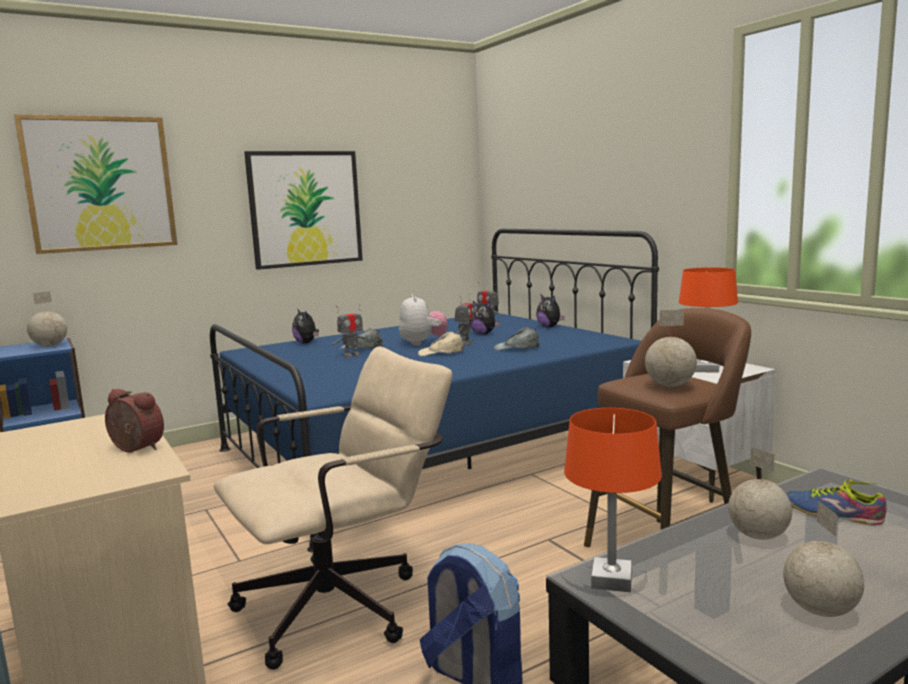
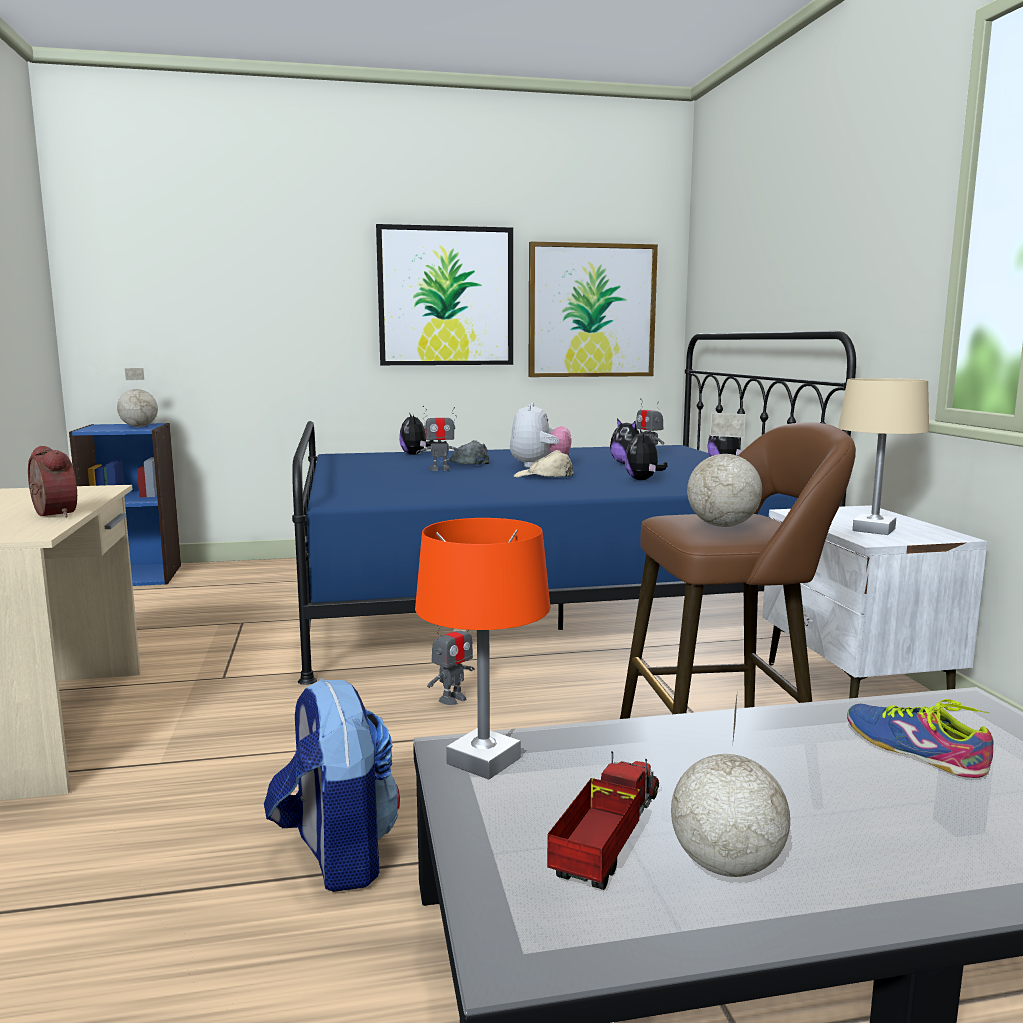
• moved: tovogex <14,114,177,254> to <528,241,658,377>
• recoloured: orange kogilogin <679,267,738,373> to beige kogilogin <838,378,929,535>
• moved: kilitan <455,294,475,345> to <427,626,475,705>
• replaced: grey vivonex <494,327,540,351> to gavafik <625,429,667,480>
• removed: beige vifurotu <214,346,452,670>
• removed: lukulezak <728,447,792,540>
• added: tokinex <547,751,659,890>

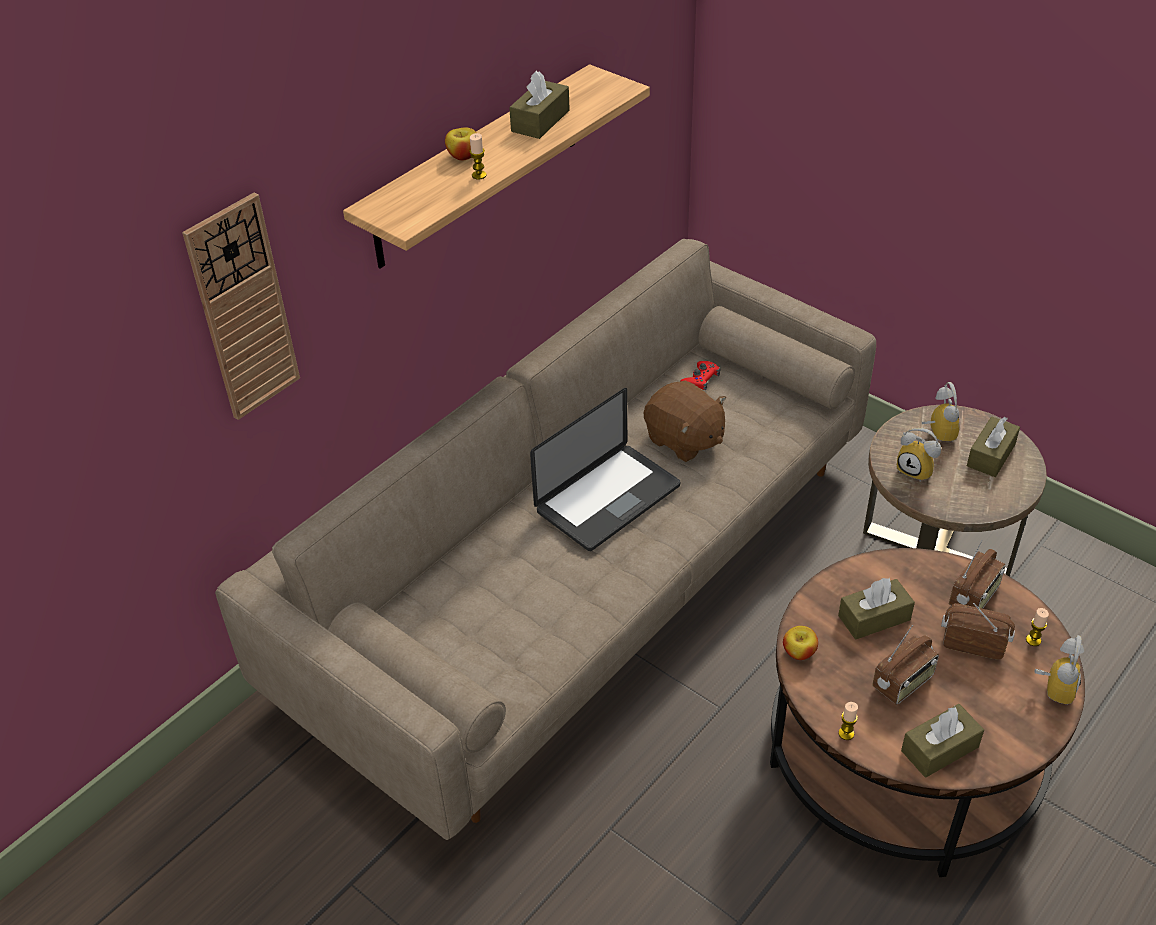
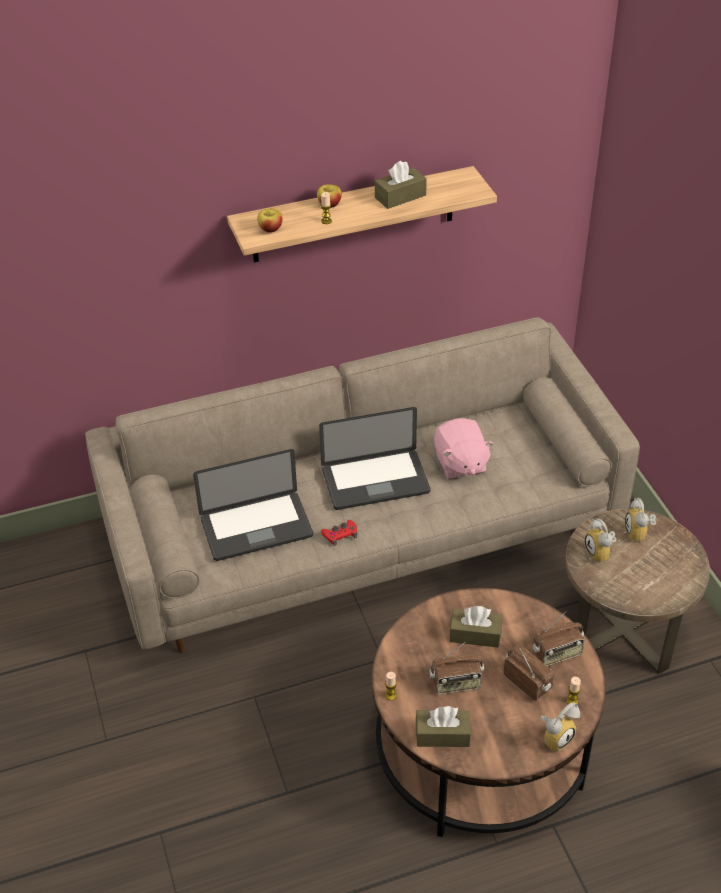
• removed: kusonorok <182,193,300,420>
• moved: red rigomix <681,361,720,391> to <321,520,357,546>
• recoloured: brown gavafik <644,380,726,462> to pink gavafik <434,418,494,480>
• turned: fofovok <922,382,959,442> = <625,498,656,543> 150 degrees clockwise
• removed: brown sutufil <967,417,1020,477>
• moved: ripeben <783,626,818,660> to <257,209,283,233>
• added: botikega <193,449,313,561>

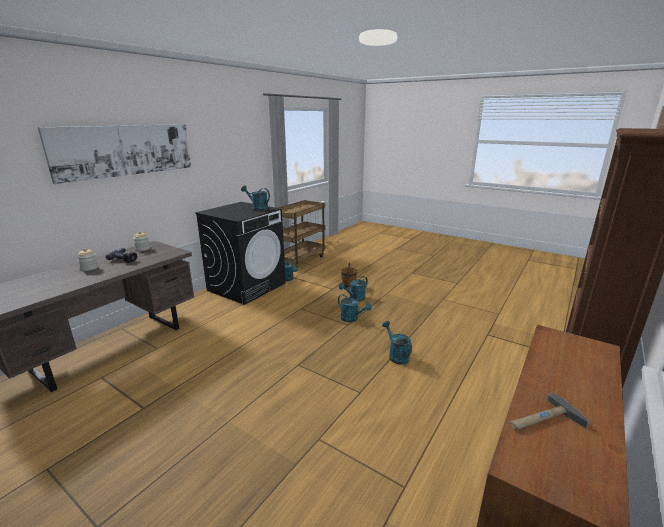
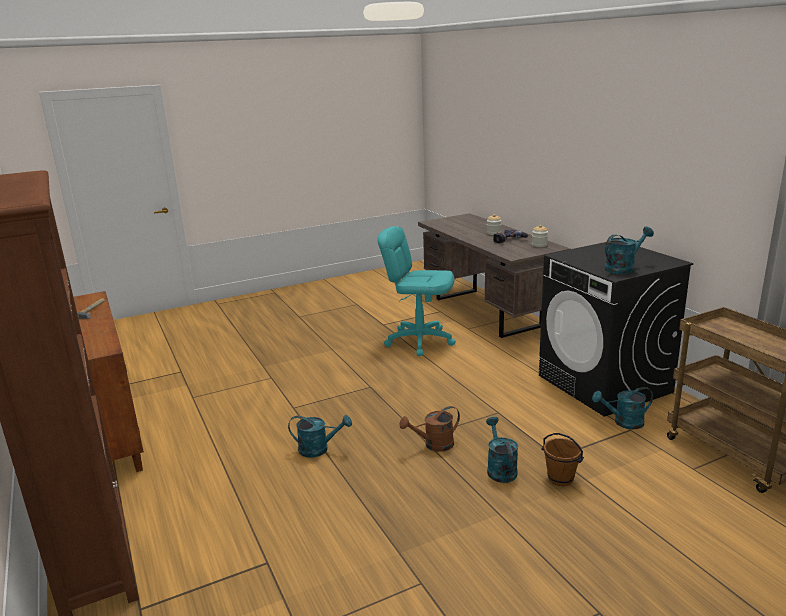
• removed: tovogex <38,124,191,184>
• recoloured: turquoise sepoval <338,294,371,322> to brown sepoval <399,406,460,452>
• added: turquoise vifurotu <377,226,456,356>

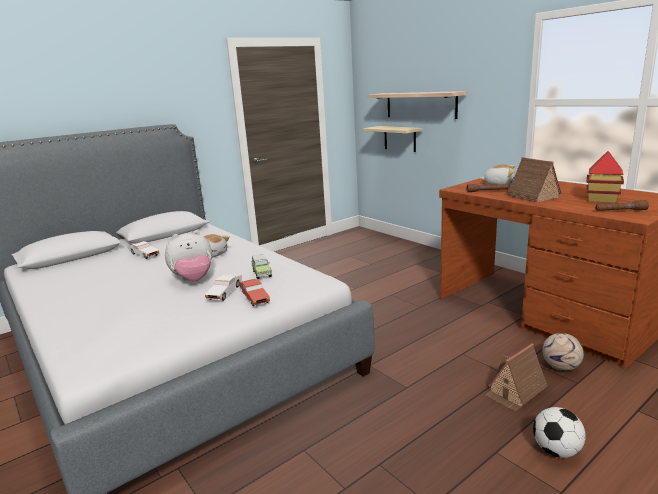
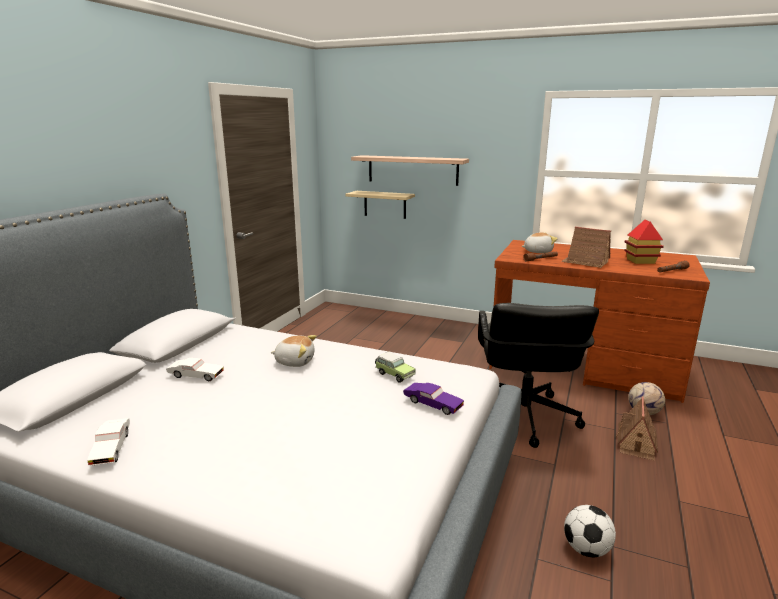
• removed: gavafik <165,231,212,281>
• moved: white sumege <205,274,242,301> to <87,418,130,466>
• recoloured: red sumege <239,279,270,306> to purple sumege <403,383,464,415>
• moved: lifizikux <533,407,586,458> to <564,505,616,557>
• added: black vifurotu <478,303,599,448>

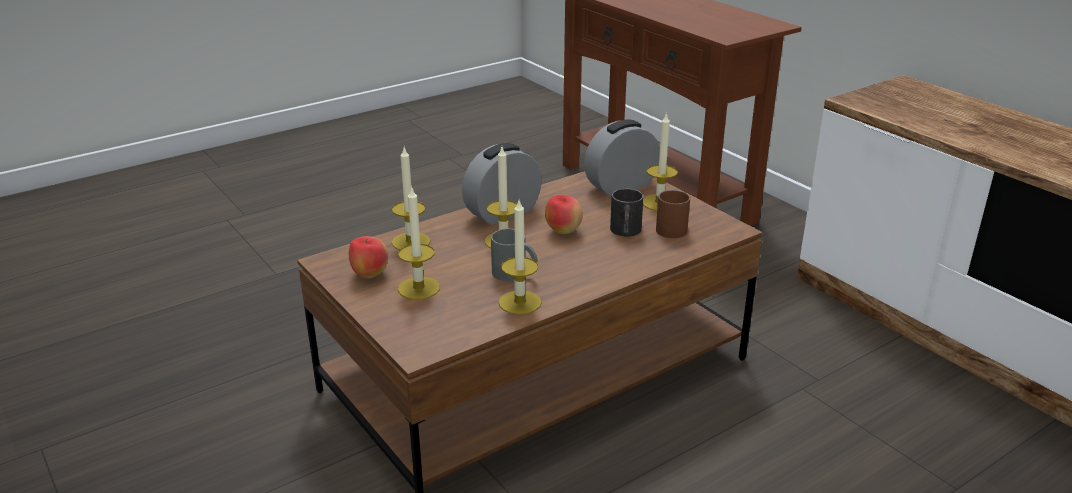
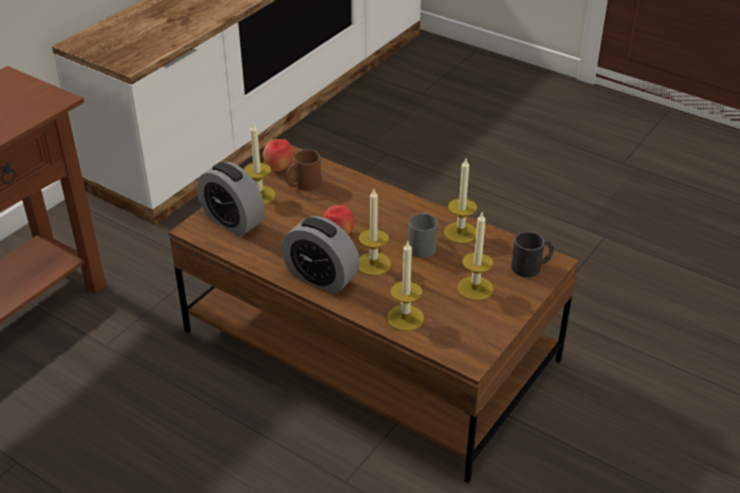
• moved: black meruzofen <610,189,644,237> to <511,232,554,277>
• moved: ripeben <349,236,388,278> to <263,139,293,171>

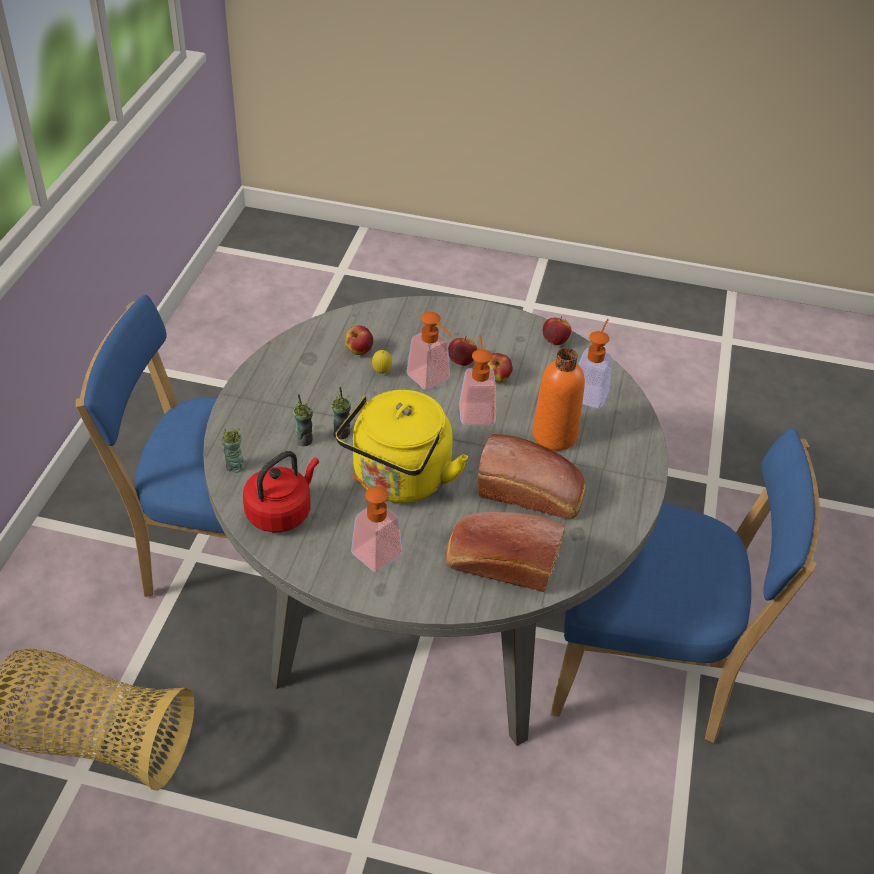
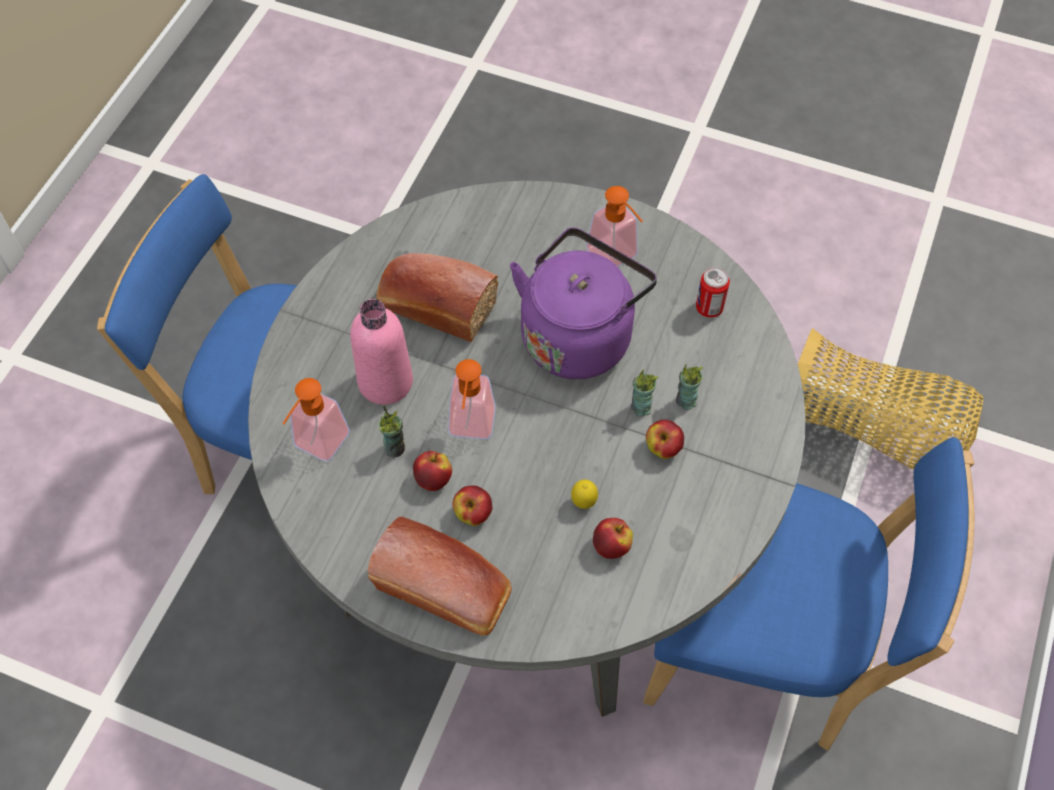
• removed: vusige <406,312,452,390>
• moved: ripeben <543,316,571,345> to <646,420,684,459>
• recoloured: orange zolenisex <532,348,585,451> to pink zolenisex <350,299,413,405>
• recoloured: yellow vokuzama <335,390,468,503> to purple vokuzama <510,228,657,379>
• moved: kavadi <221,428,245,473> to <379,405,405,457>
• replaced: red vokuzama <243,451,319,532> to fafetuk <696,267,730,318>
• moved: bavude <446,512,566,592> to <367,516,512,636>

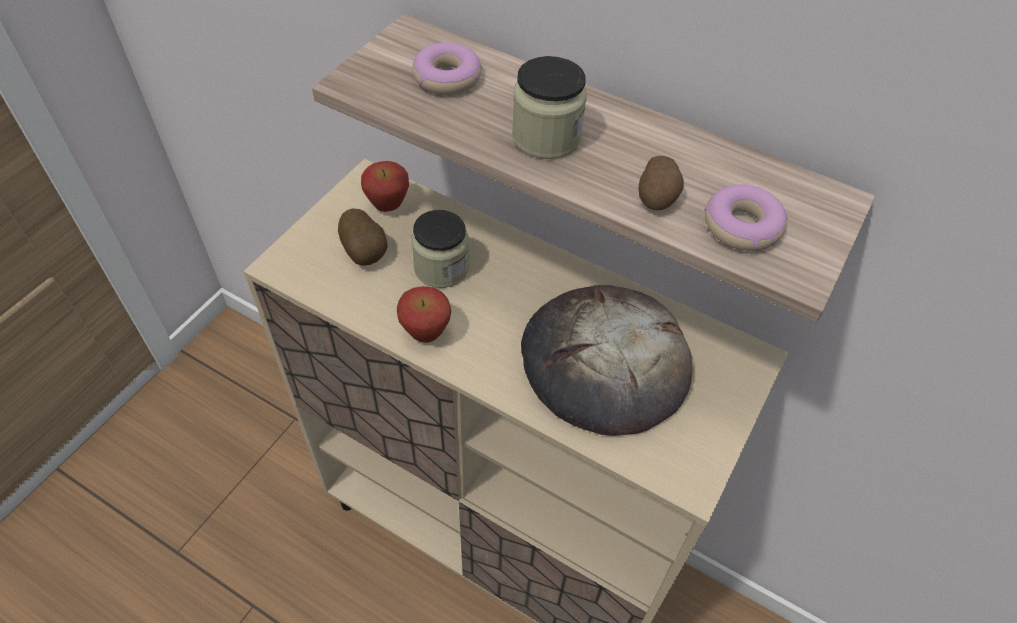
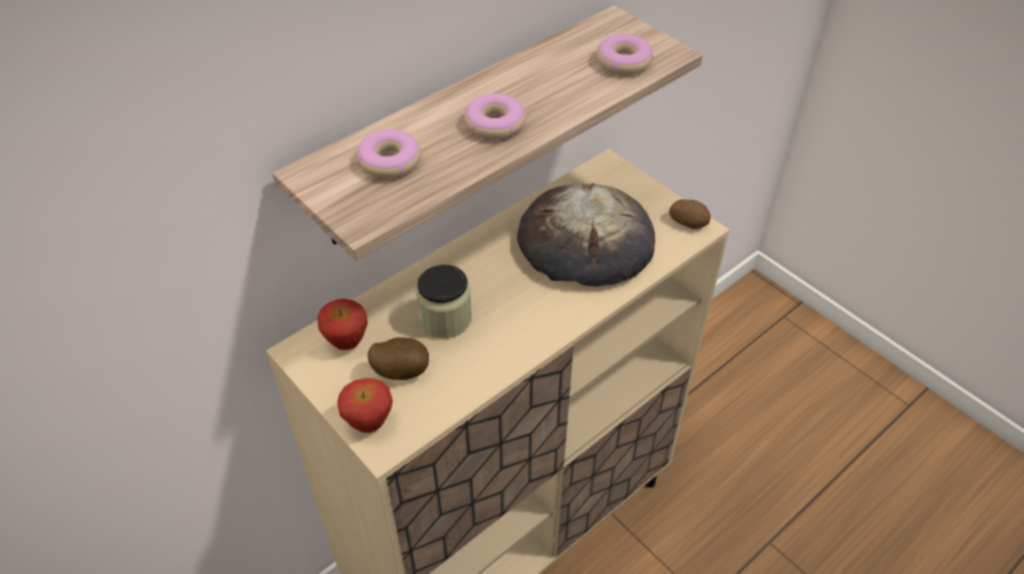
• replaced: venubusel <512,56,587,159> to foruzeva <464,93,525,139>
• moved: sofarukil <639,156,684,210> to <669,199,711,229>
• moved: ripeben <397,286,451,343> to <337,378,393,433>

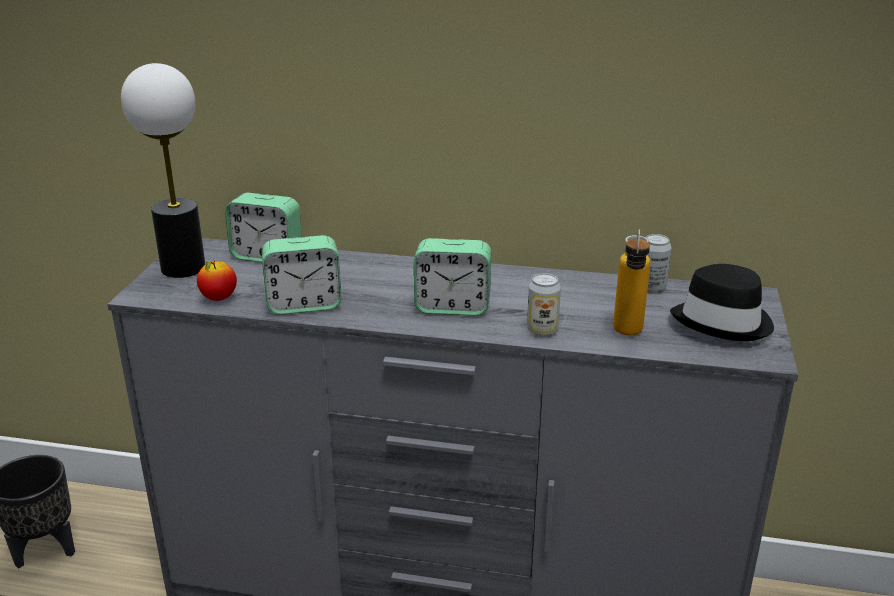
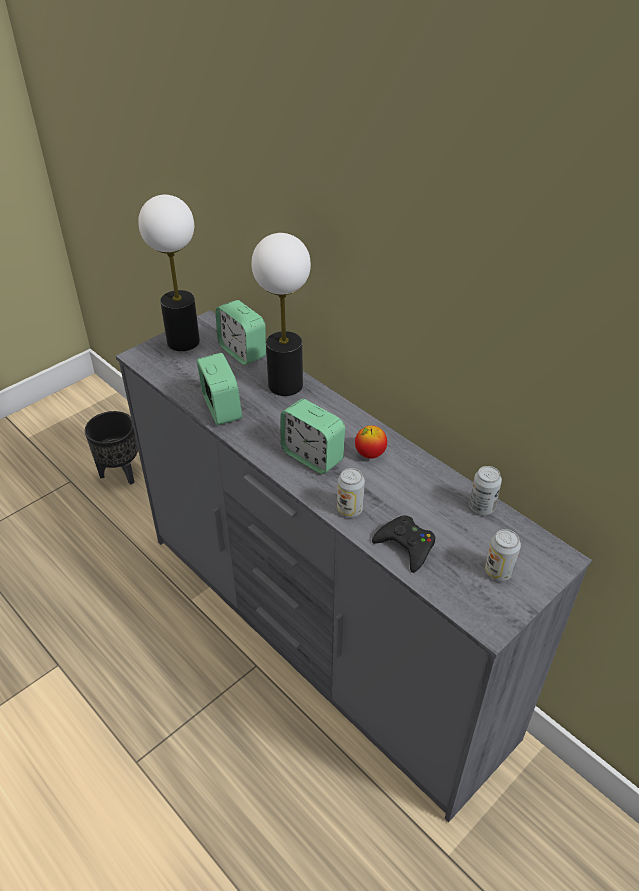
• replaced: zolenisex <613,229,651,335> to black rigomix <372,515,435,573>
• turned: fofovok <262,235,342,315> = <197,353,242,425> 135 degrees counterclockwise
• moved: ripeben <197,261,237,301> to <355,426,387,459>
• replaced: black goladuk <670,264,774,341> to fafetuk <485,529,521,581>
• added: kogilogin <252,233,311,396>

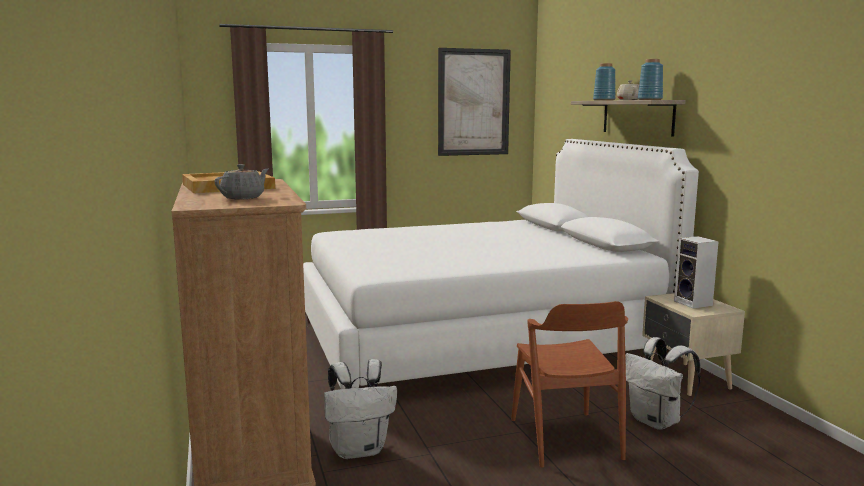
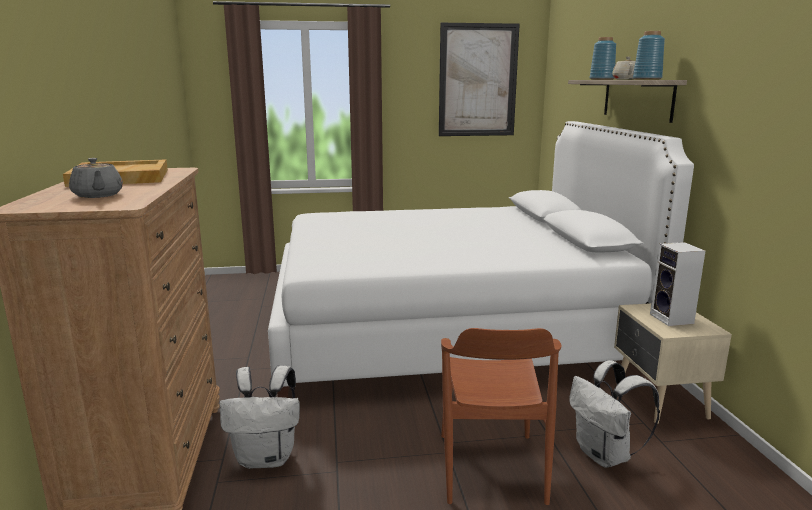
• turned: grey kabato <214,164,268,200> = <69,158,123,198> 105 degrees clockwise

